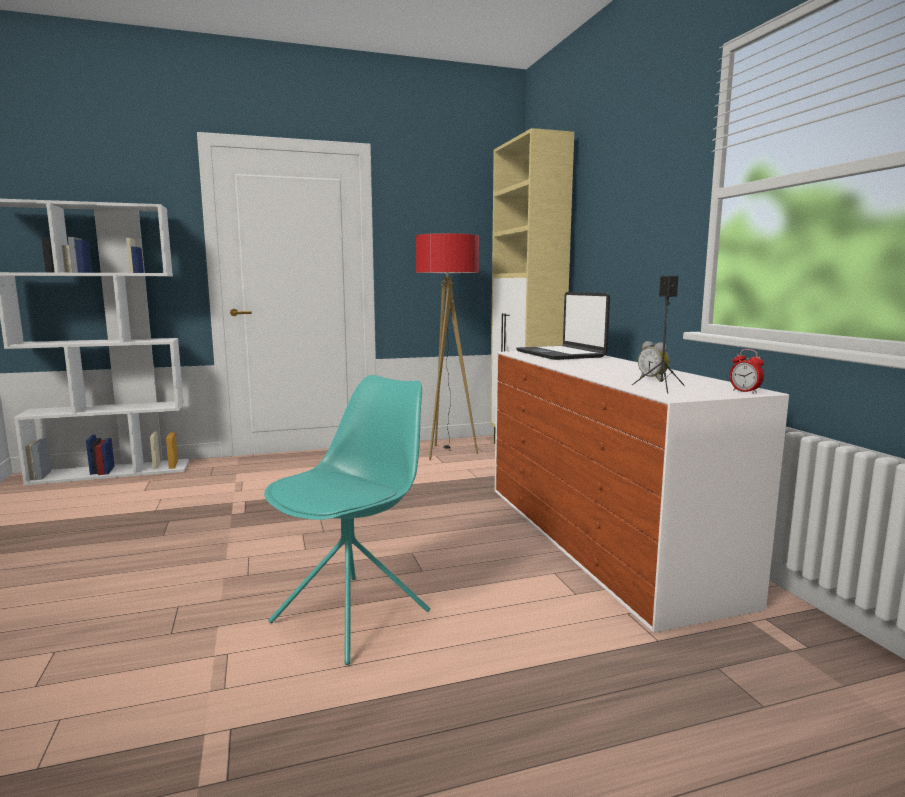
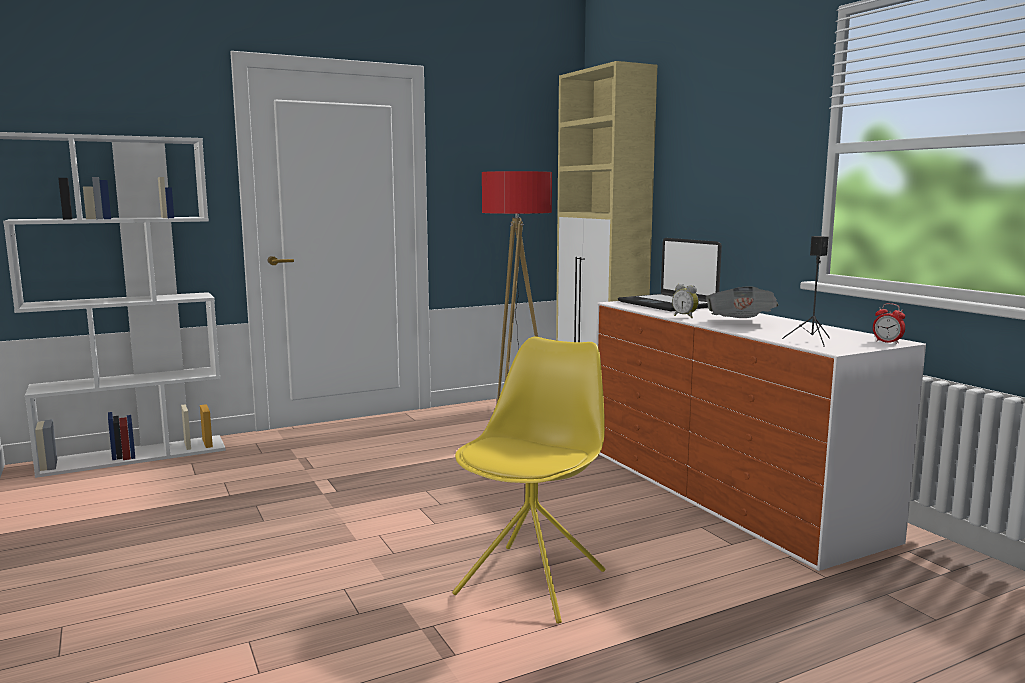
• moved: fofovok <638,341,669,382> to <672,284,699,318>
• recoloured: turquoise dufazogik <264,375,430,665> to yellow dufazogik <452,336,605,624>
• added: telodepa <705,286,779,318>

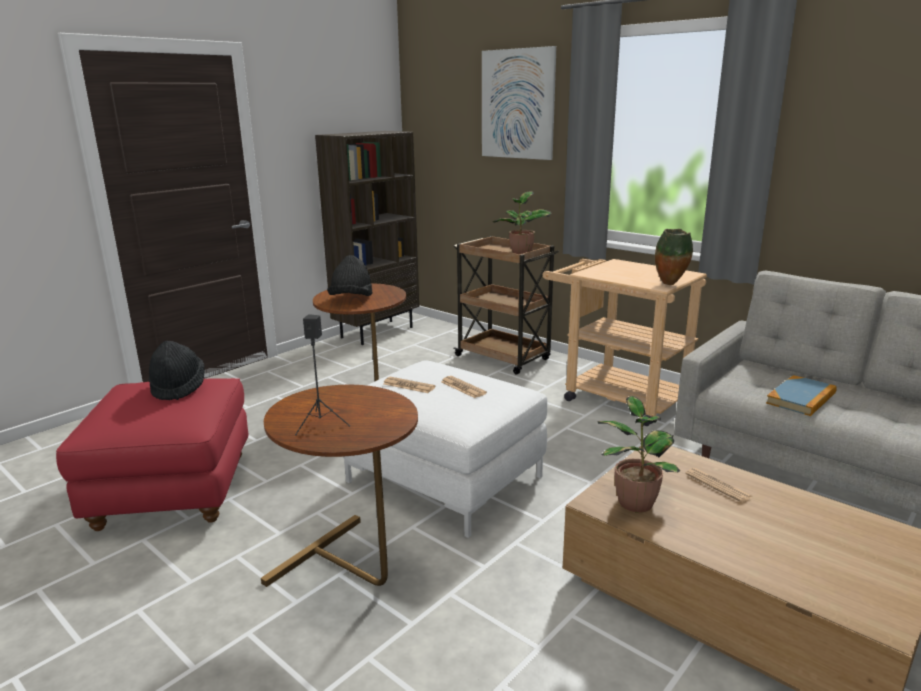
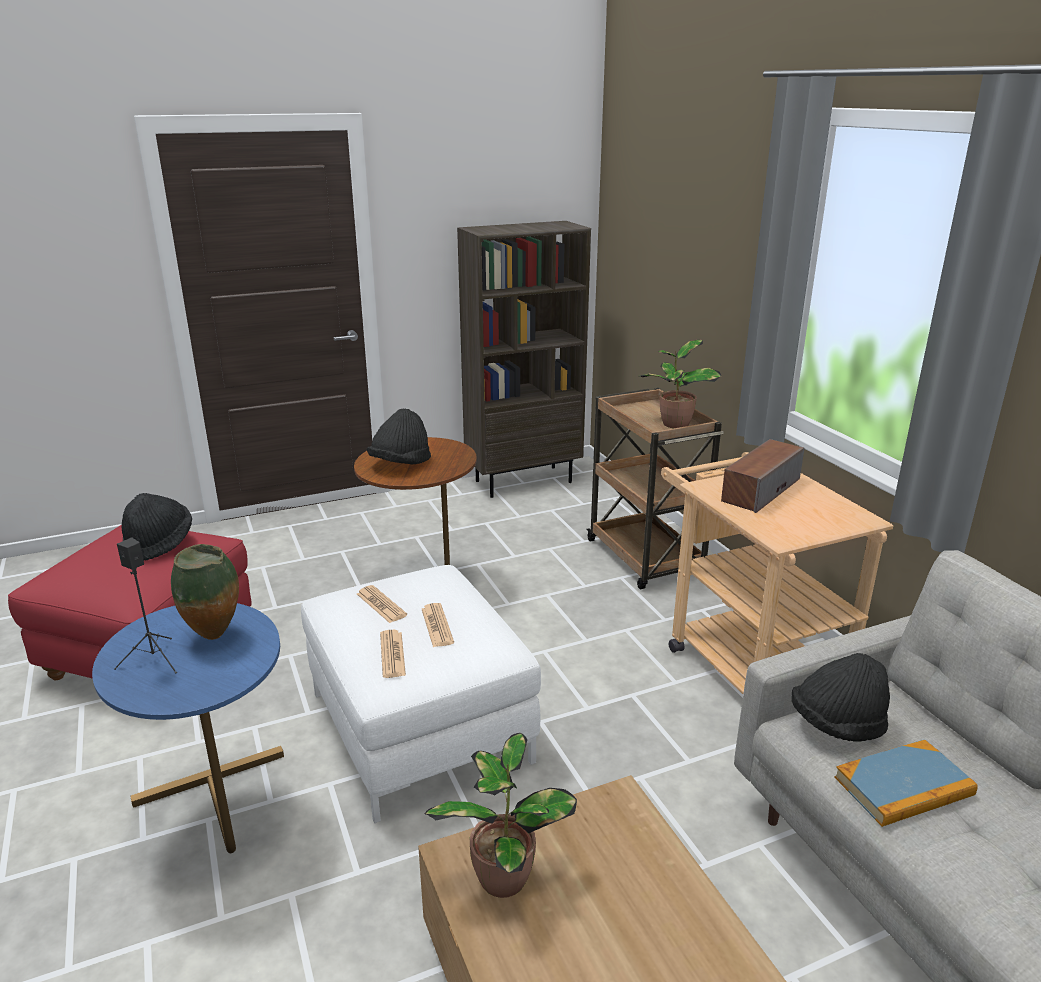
• removed: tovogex <482,46,557,160>
• moved: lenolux <655,229,693,285> to <171,544,239,640>
• recoloured: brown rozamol <261,385,418,587> to blue rozamol <92,603,284,853>
• moved: telodepa <685,468,752,503> to <380,630,406,678>
• added: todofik <721,439,804,513>
• added: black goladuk <791,653,890,742>

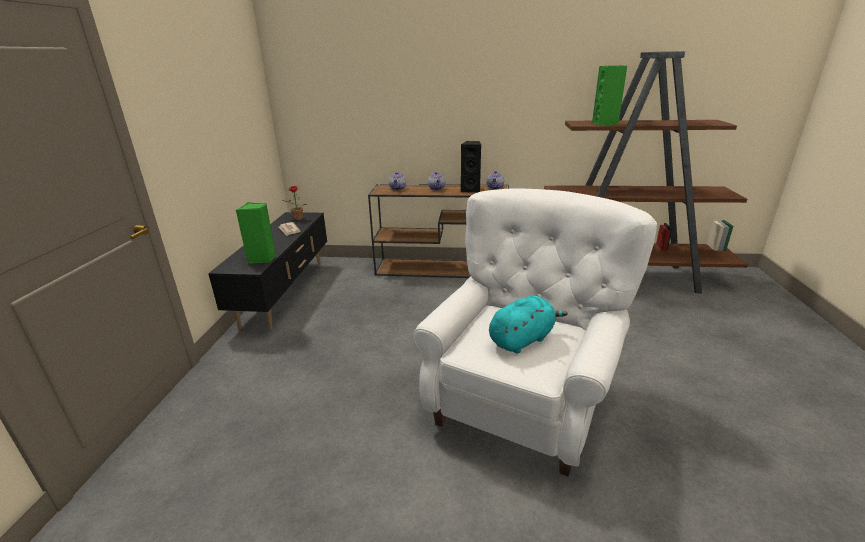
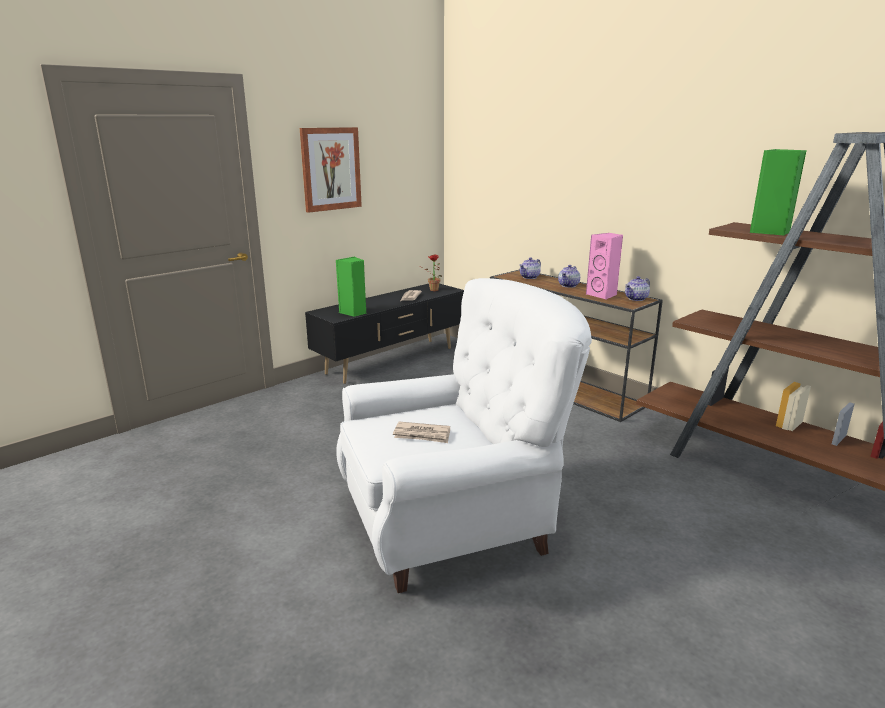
• recoloured: black todofik <461,141,481,193> to pink todofik <586,233,623,300>
• replaced: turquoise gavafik <489,296,568,354> to telodepa <393,422,450,443>
• added: tovogex <300,127,362,213>

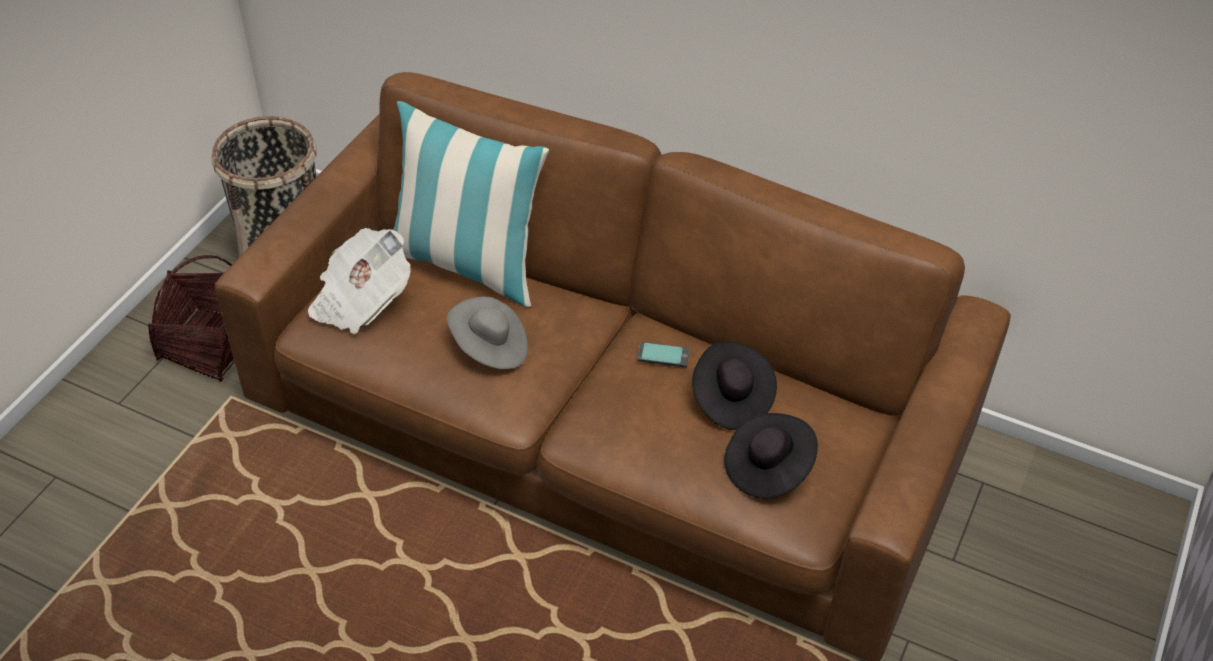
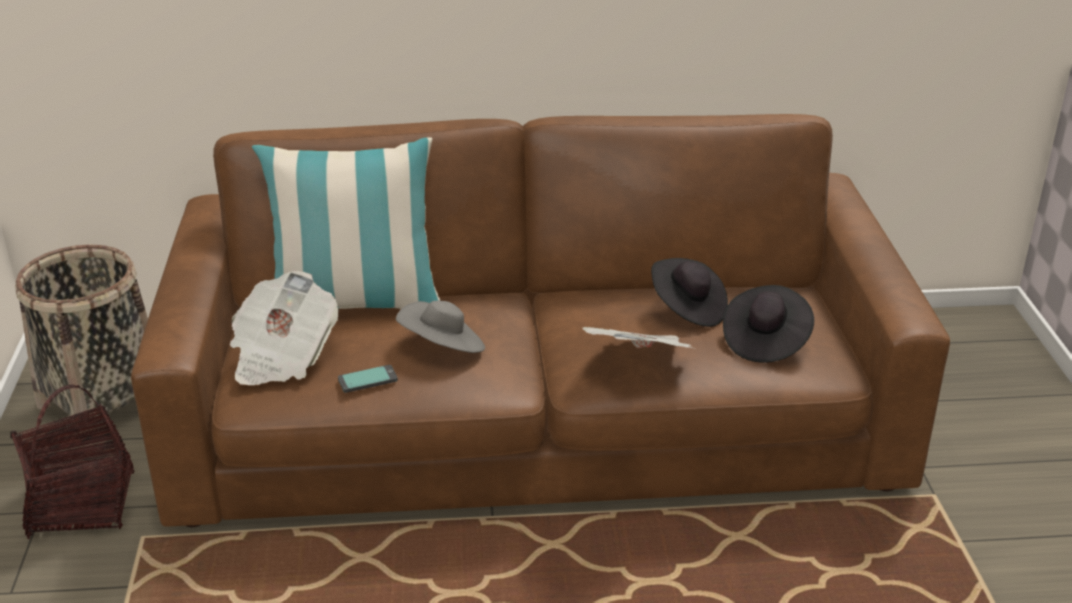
• moved: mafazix <637,342,690,368> to <338,365,398,393>
• added: telodepa <583,327,693,348>

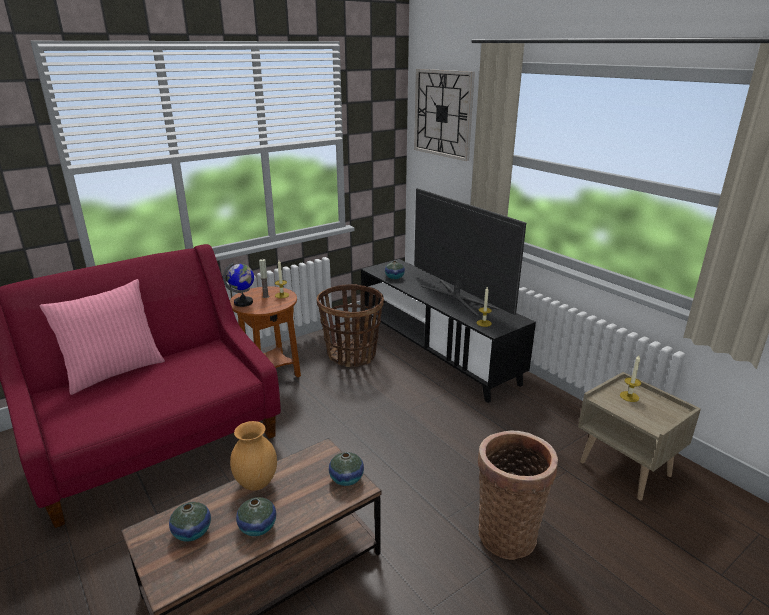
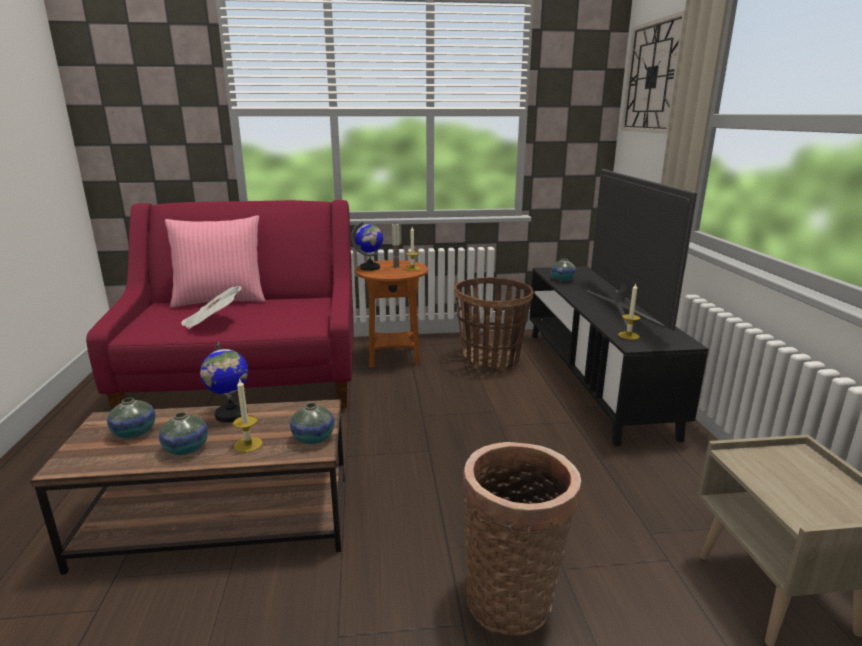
• moved: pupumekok <620,355,641,402> to <233,378,263,453>
• replaced: brown lenolux <230,421,277,491> to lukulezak <200,342,248,423>
• added: telodepa <181,286,242,329>

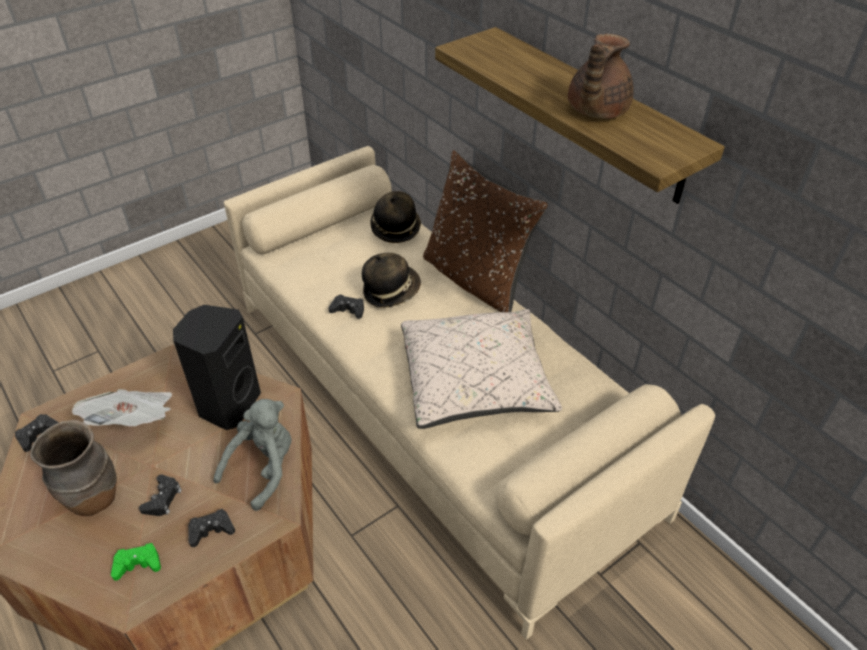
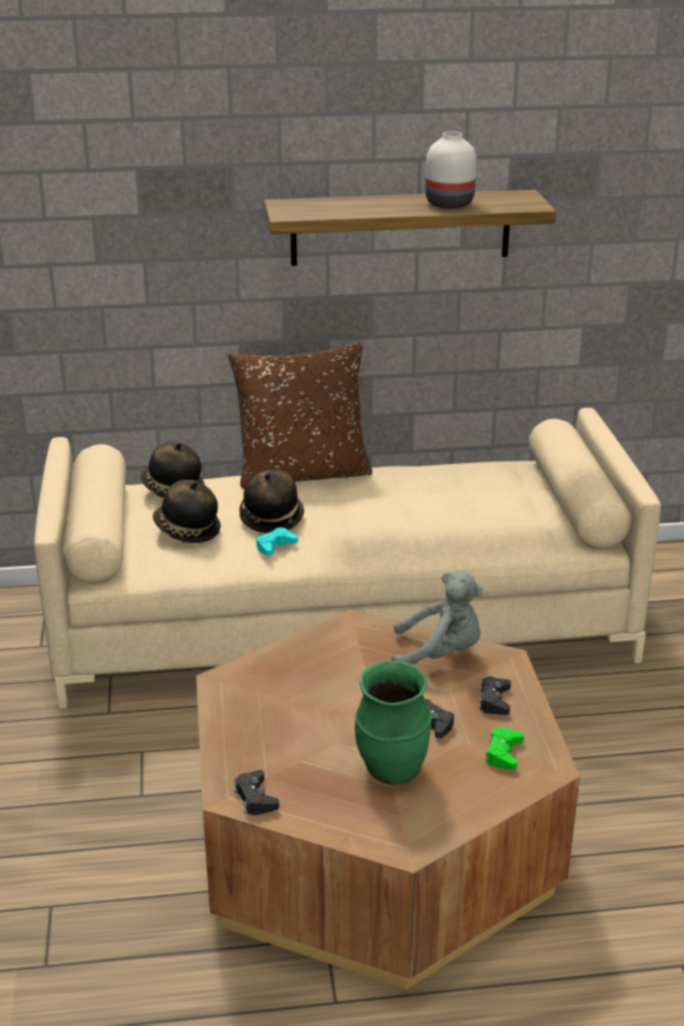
• replaced: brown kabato <568,34,634,119> to white lenolux <425,132,477,209>
• recoloured: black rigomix <328,295,364,319> to turquoise rigomix <256,527,298,556>
• removed: black todofik <173,305,261,430>
• removed: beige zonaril <401,309,562,429>
• removed: telodepa <72,389,172,426>
• turned: grey gavafik <213,399,292,511> = <392,571,483,665> 120 degrees clockwise
• recoloured: brown lenolux <30,420,117,516> to green lenolux <355,661,432,785>
• added: goladuk <153,480,221,543>

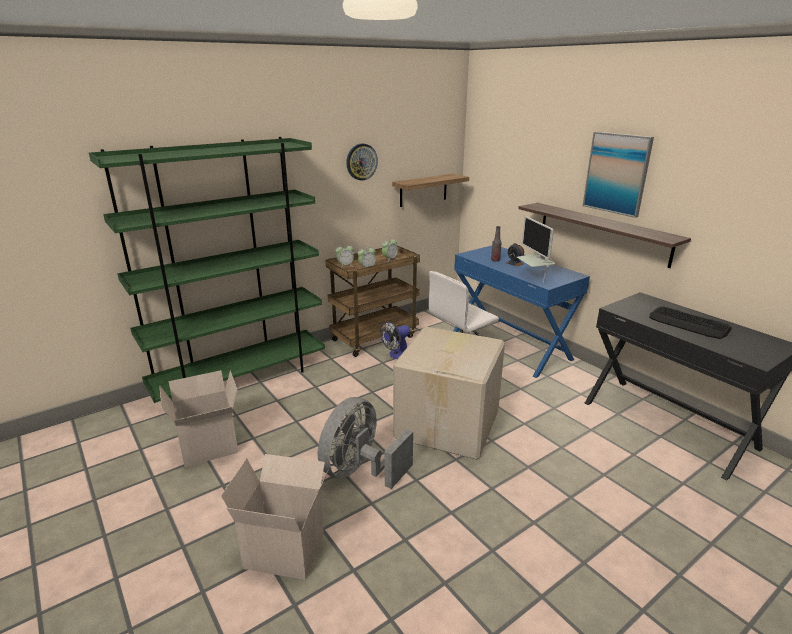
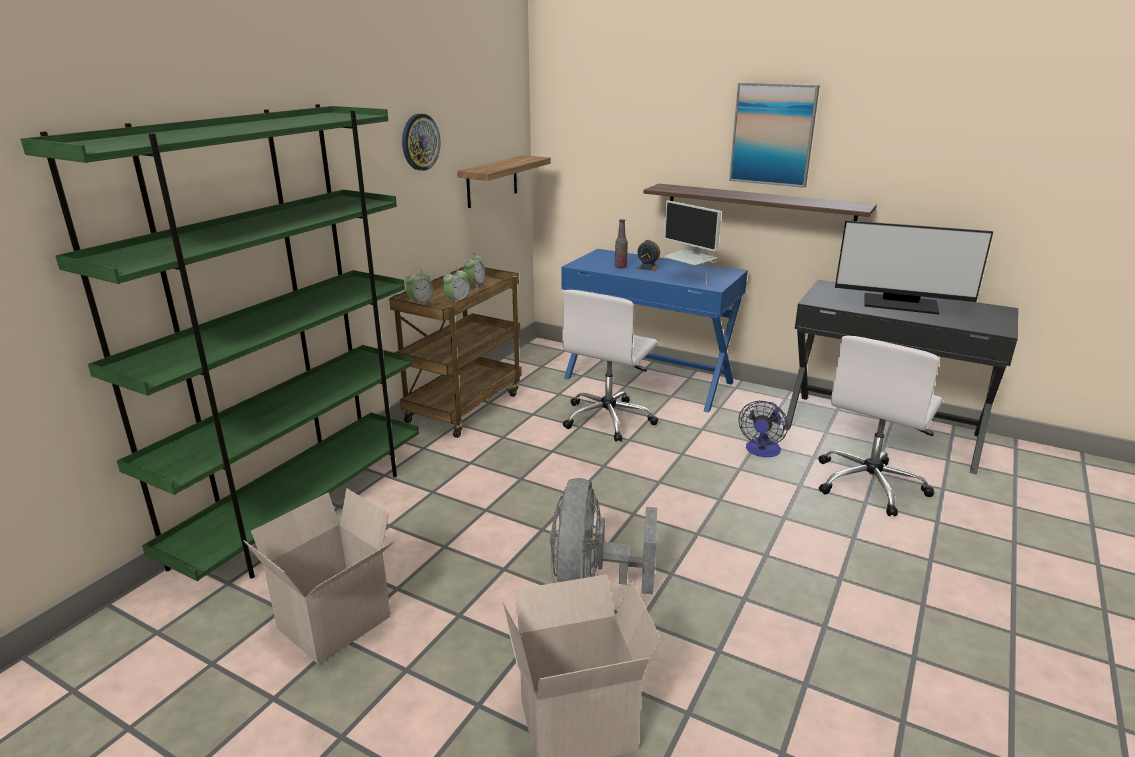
• replaced: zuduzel <649,306,732,339> to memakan <835,220,993,314>
• moved: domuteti <380,321,410,359> to <738,401,788,457>
• removed: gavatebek <393,326,505,460>
• added: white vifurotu <819,336,943,516>

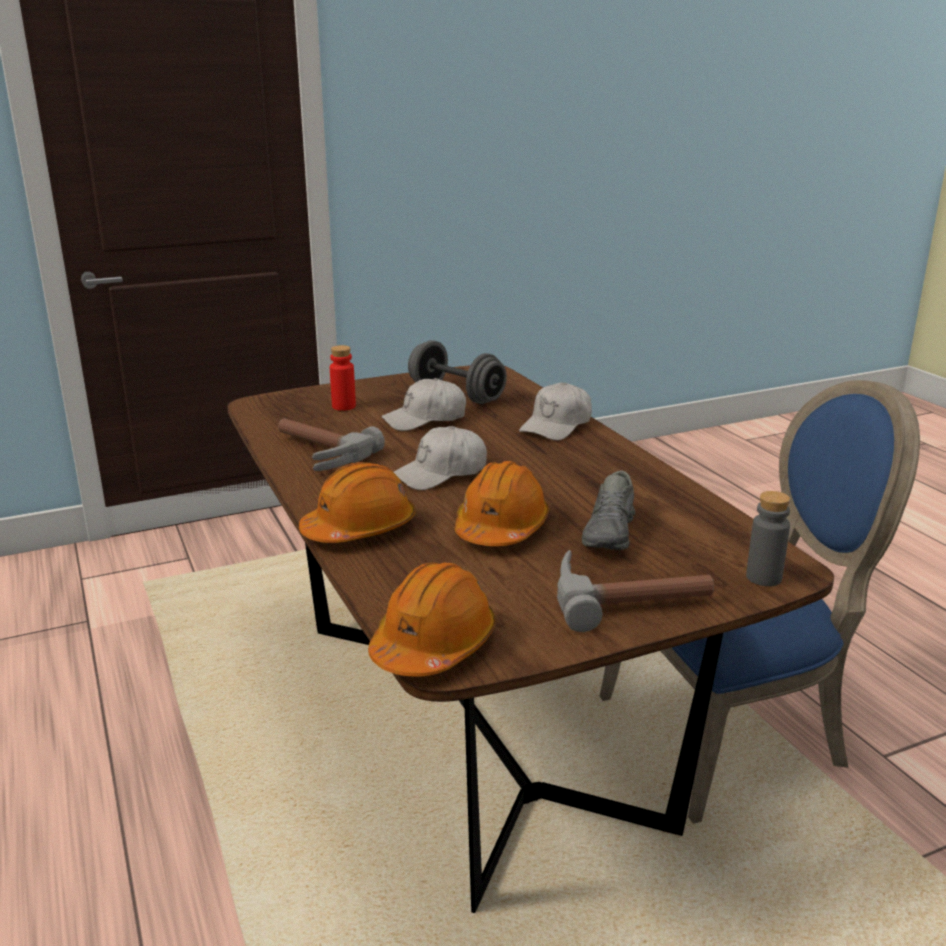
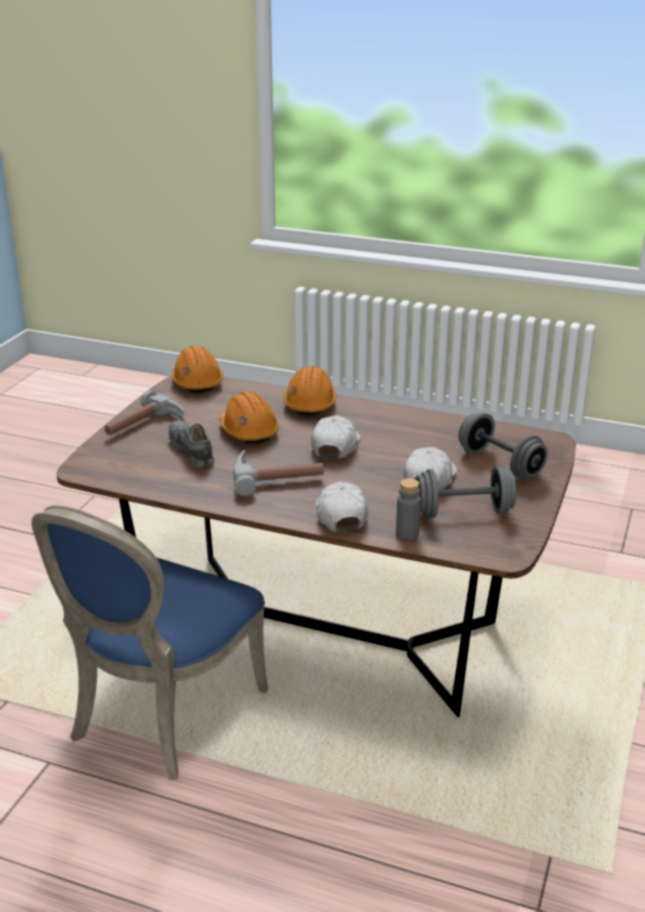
• replaced: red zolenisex <330,345,356,411> to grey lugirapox <458,412,548,478>
• moved: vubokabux <278,419,385,471> to <233,450,324,496>
• moved: grey zolenisex <746,491,790,586> to <396,478,421,540>

